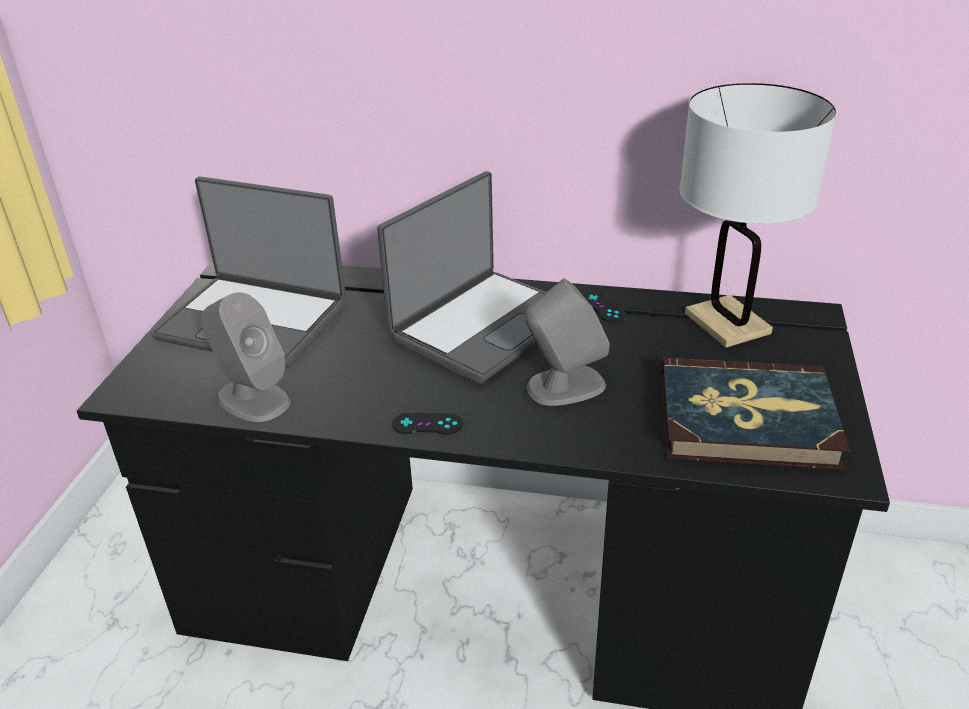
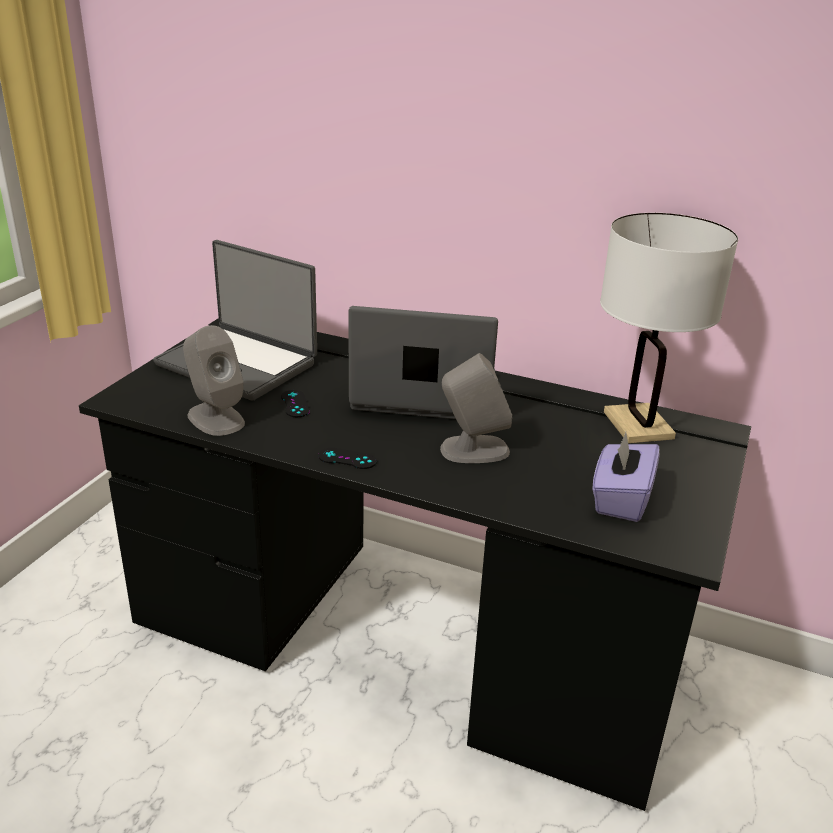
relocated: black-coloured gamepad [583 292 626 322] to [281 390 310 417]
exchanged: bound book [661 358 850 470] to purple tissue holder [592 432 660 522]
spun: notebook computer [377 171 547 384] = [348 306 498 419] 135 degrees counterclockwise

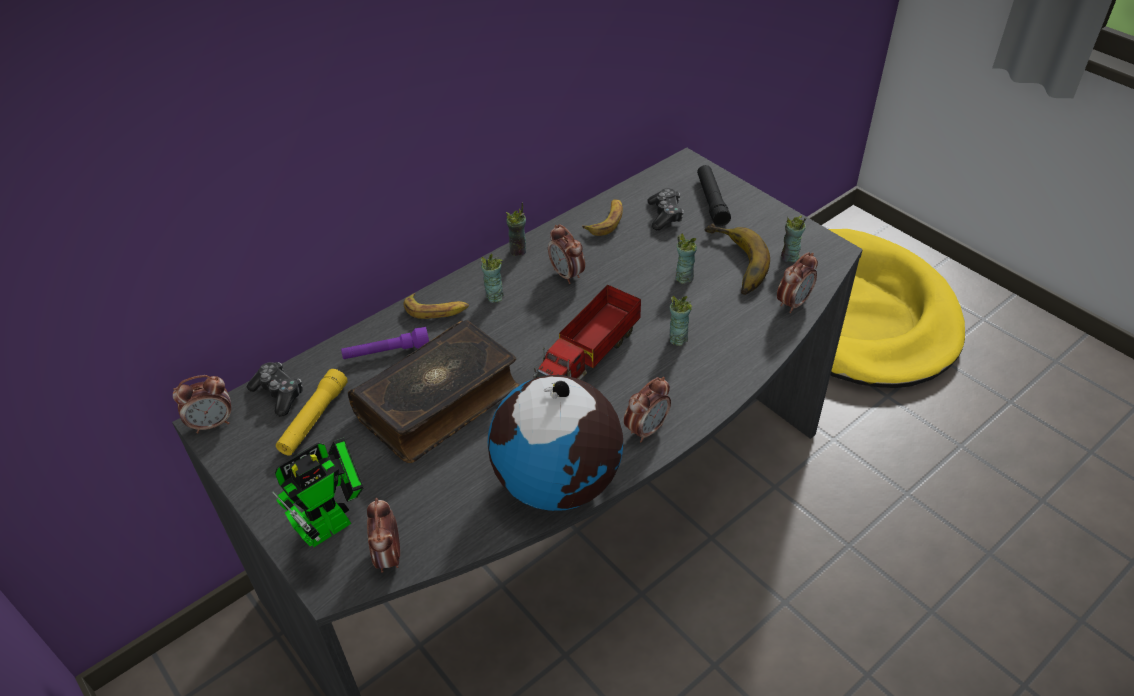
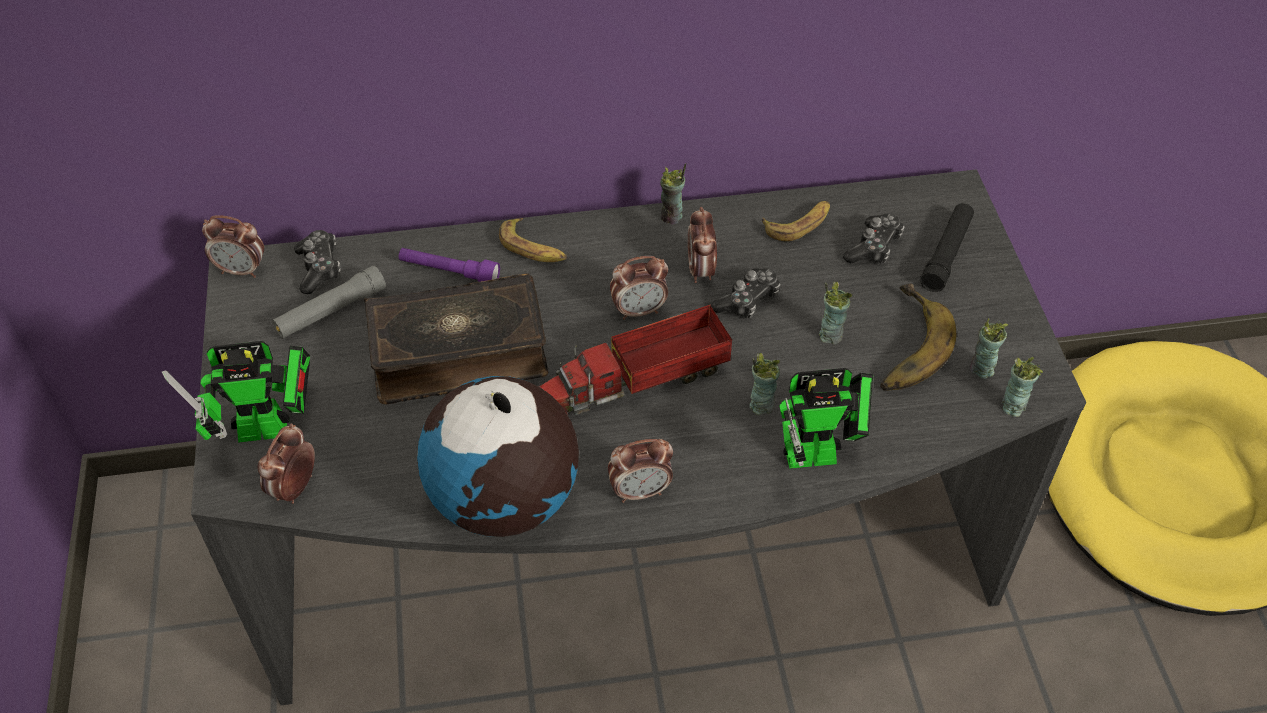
appeared: gamepad [711 268 781 318]; toy robot [779 368 873 469]
relocated: table clock [777 252 818 313] to [610 256 668 320]; cup [481 254 504 303] to [1002 357 1043 417]
colour: yellow-coloured torch [276 369 348 455] to greyish torch [272 266 386 338]

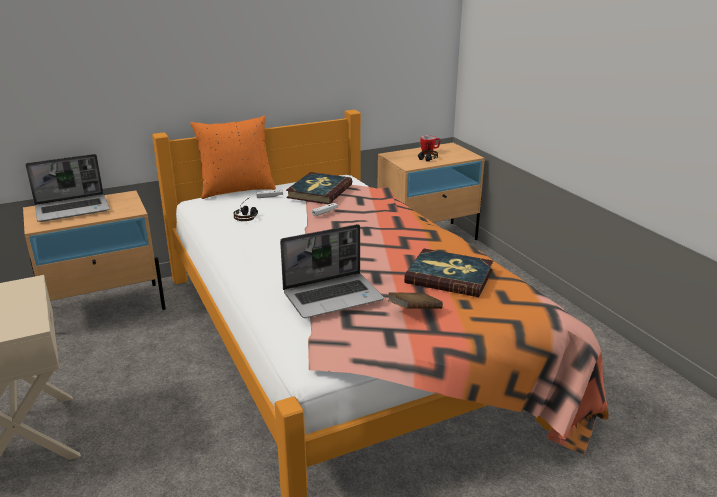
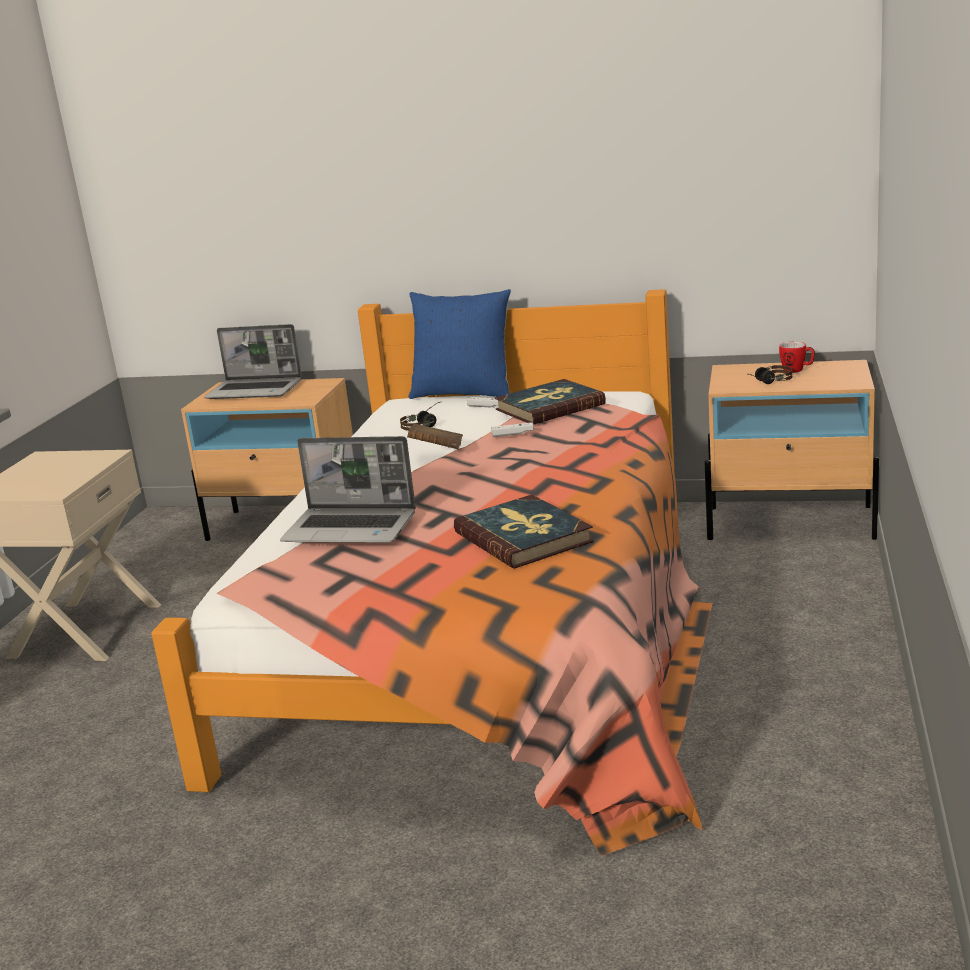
relocated: brownish bound book [388 292 443 309] to [407 423 463 449]
colour: orange throw pillow [190 115 276 199] to blue throw pillow [408 289 511 399]

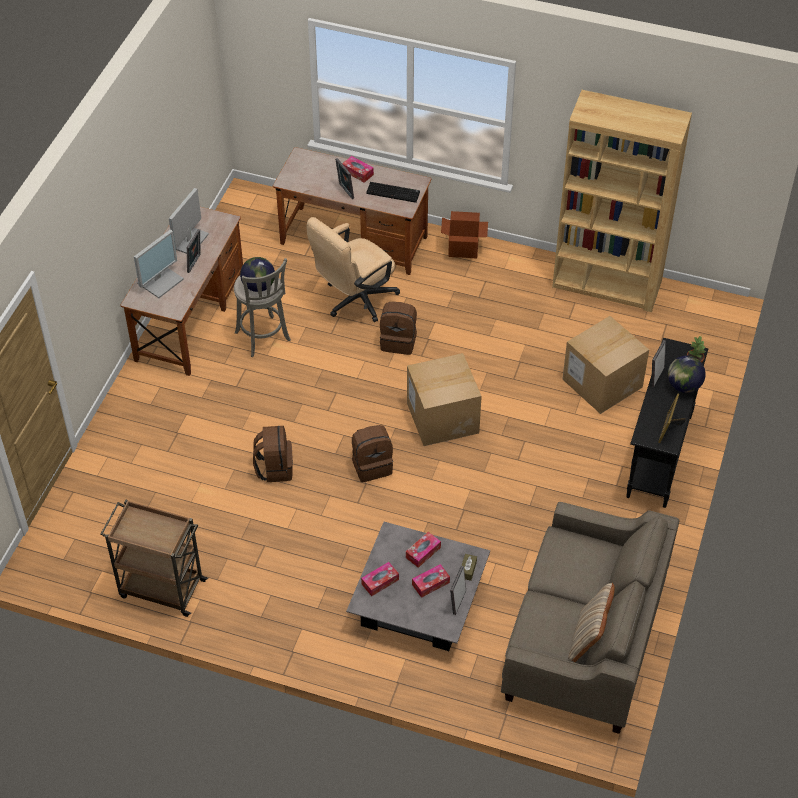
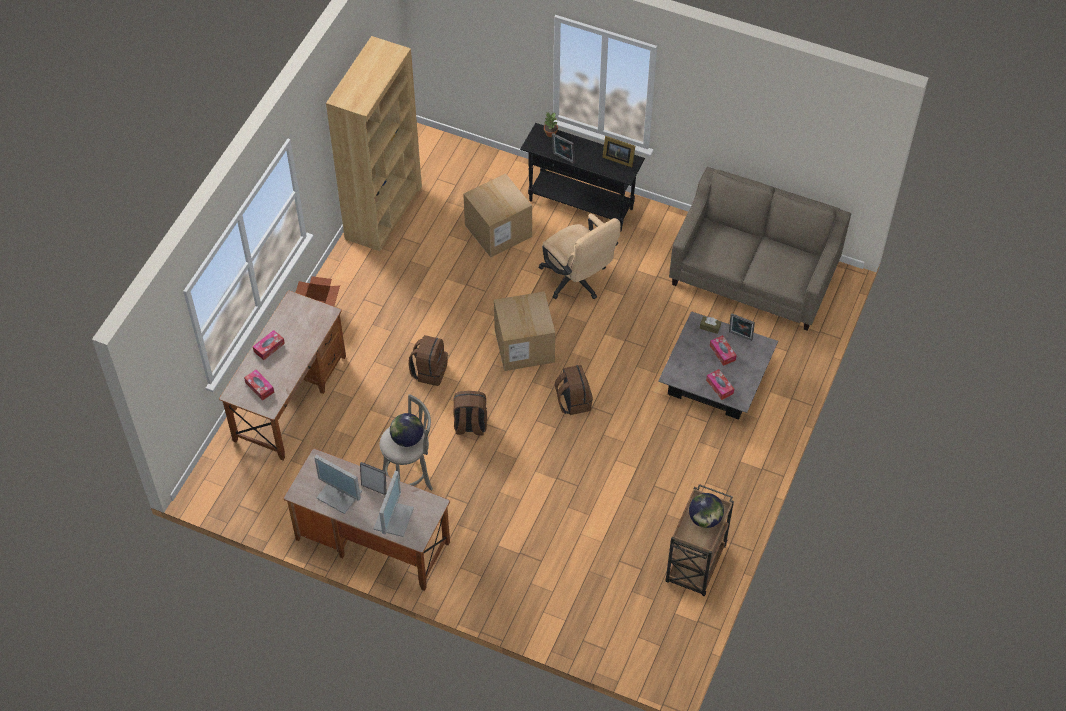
missing: standing frame [335 158 354 199]; computer keyboard [366 182 420 203]; sand-coloured throw pillow [568 583 615 662]
relocated: sand-coloured office chair [306 217 400 322] to [539 214 621 299]; world globe [668 356 706 393] to [689 493 724 528]; brownish rucksack [253 426 293 482] to [453 391 487 436]; tissue holder [406 532 441 568] to [244 370 274 401]
spun: computer display [134 229 184 298] = [374 471 414 537] 60 degrees clockwise

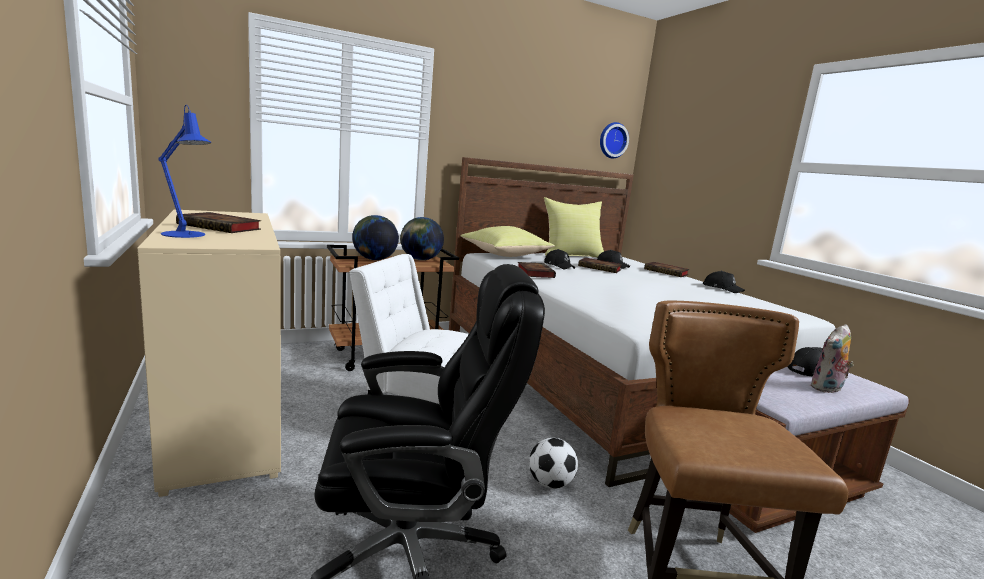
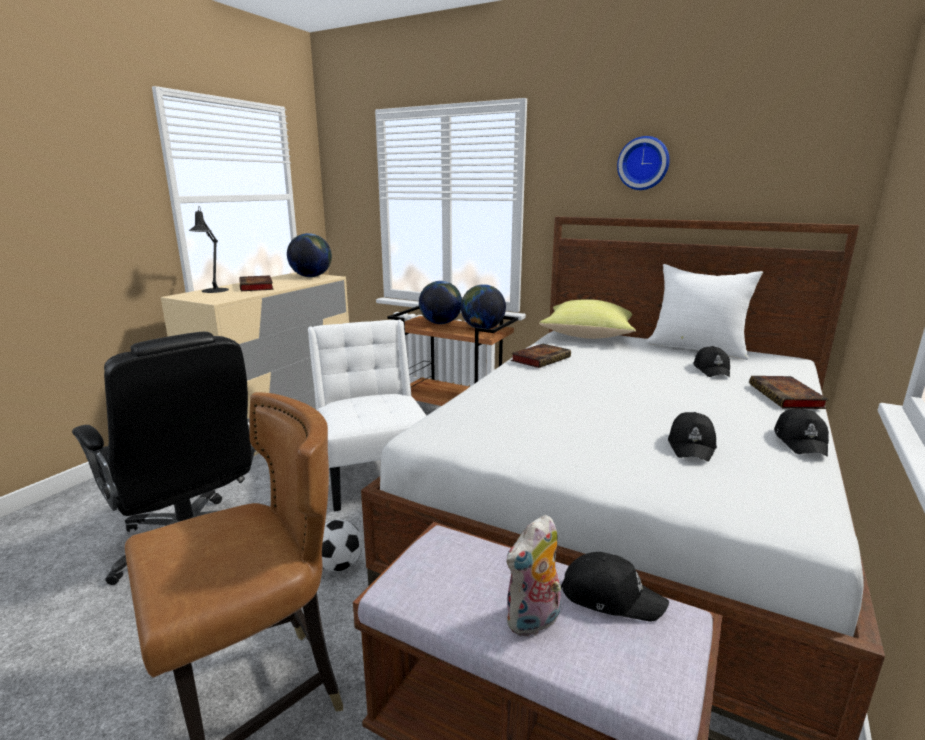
missing: bound book [578 258 622 273]
appeared: world globe [287 233 332 277]
relocated: clock on the wall [600 122 629 158] to [617 136 670 190]; black-coloured baseball cap [544 249 575 269] to [668 412 717 462]
colour: blue tabletop lamp [158 105 211 238] to black-coloured tabletop lamp [189 206 229 293]; yellow-coloured throw pillow [544 197 604 258] to white-coloured throw pillow [646 264 763 360]
spun: cuddly toy [810 324 854 393] = [506 515 561 636] 60 degrees counterclockwise

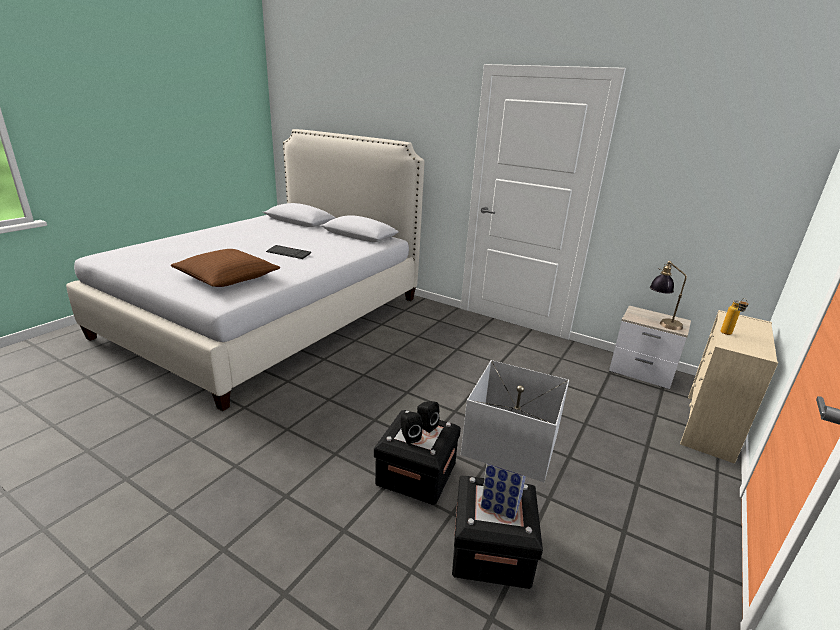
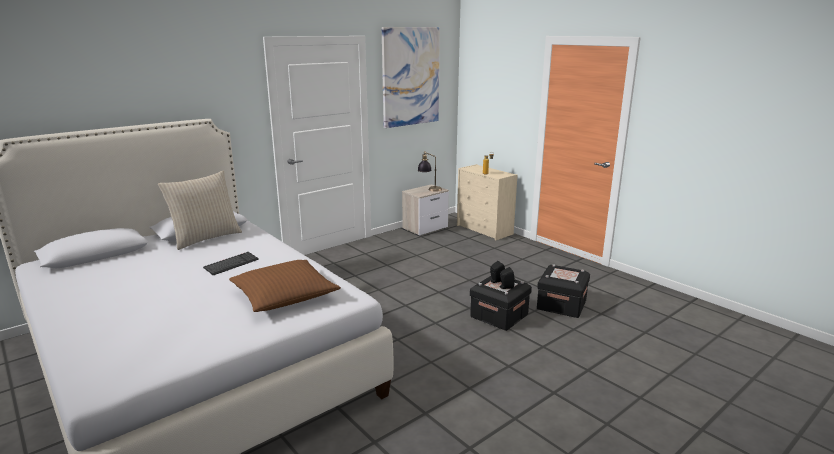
missing: white-coloured tabletop lamp [461 360 569 520]
appeared: wall art [382 27 440 128]; sand-coloured throw pillow [158 170 242 250]

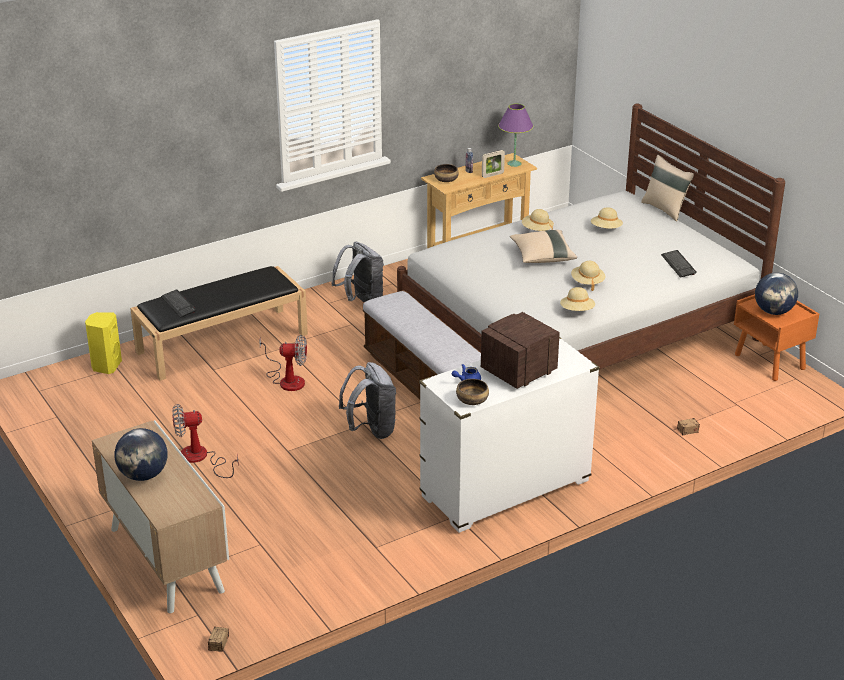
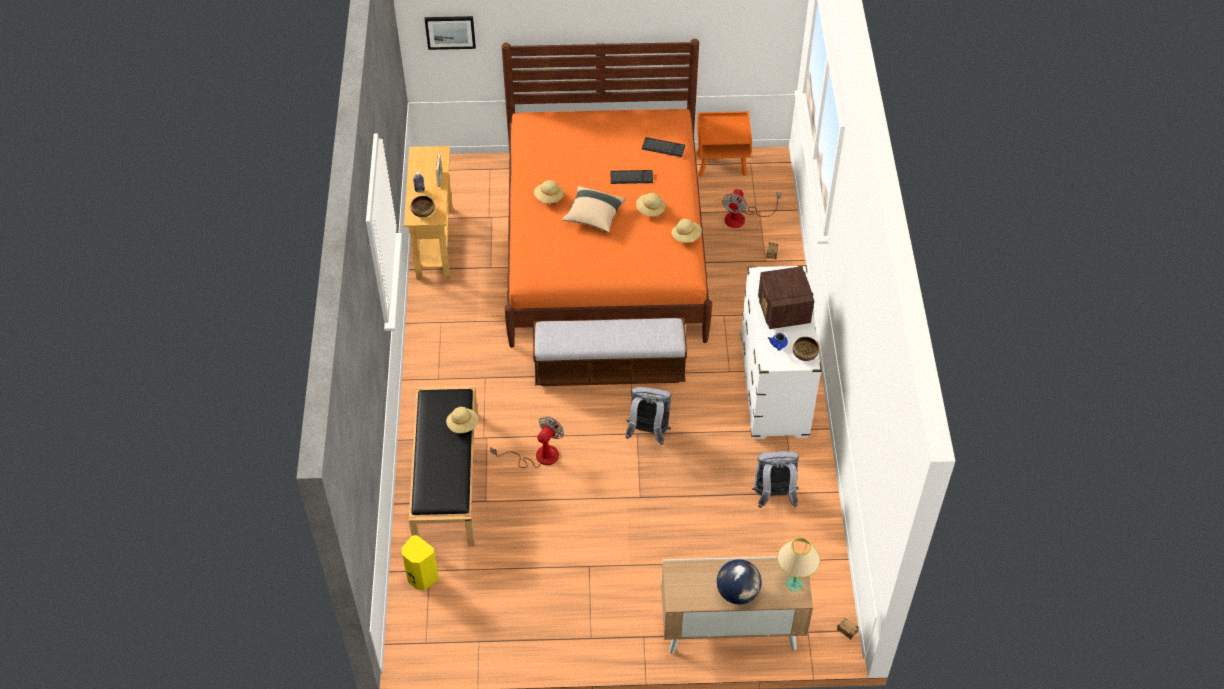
missing: purple tabletop lamp [498 104 533 167]; sand-coloured throw pillow [641 155 694 222]; world globe [755 273 798 315]
appeared: wall art [425 16 476 50]; sand-coloured tabletop lamp [778 538 820 591]
relocated: sand-coloured clothing hat [591 207 623 229] to [446 407 479 433]; greyish rucksack [331 242 384 302] to [752 451 799 508]; computer keyboard [161 289 196 318] to [610 170 653 184]; cooling fan [172 404 239 478] to [722 189 782 228]
colour: white-coloured bed [397 104 785 370] to orange bed [502 39 712 348]

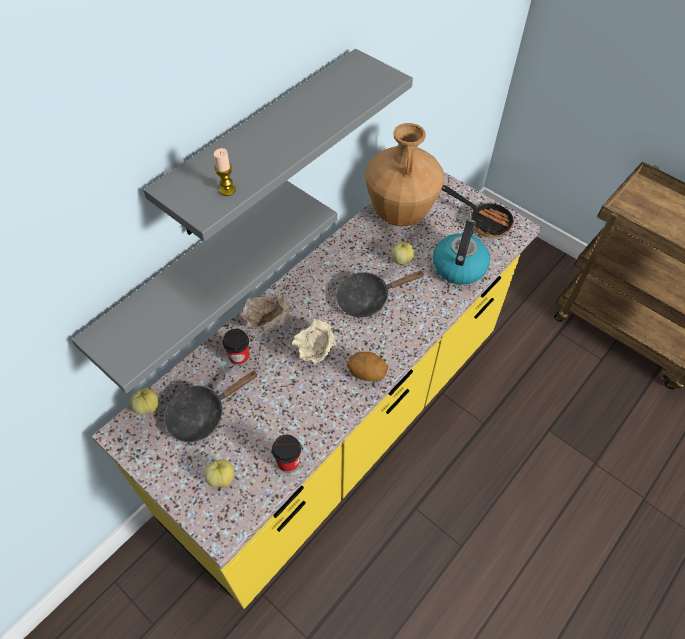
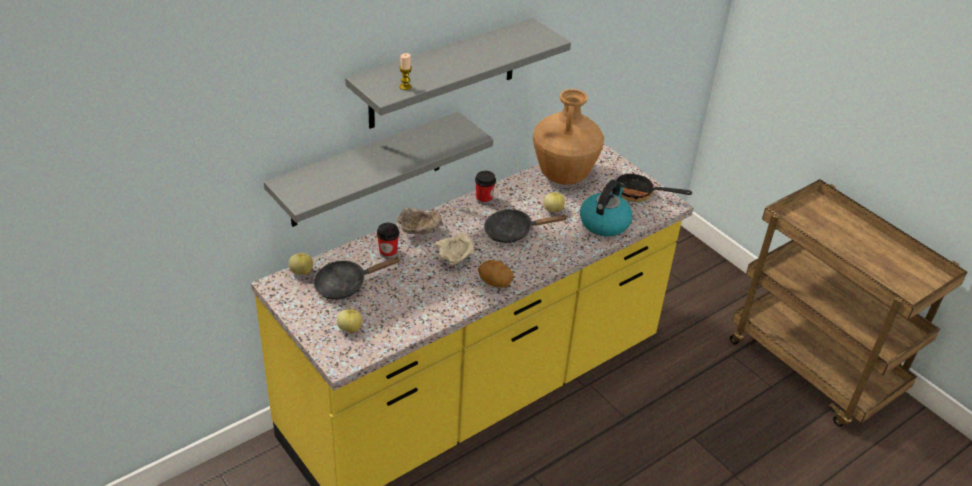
relocated: cup [272 435 301 473] to [475 171 496 204]
spun: pan [442 185 517 238] = [616 173 692 202] 150 degrees clockwise

